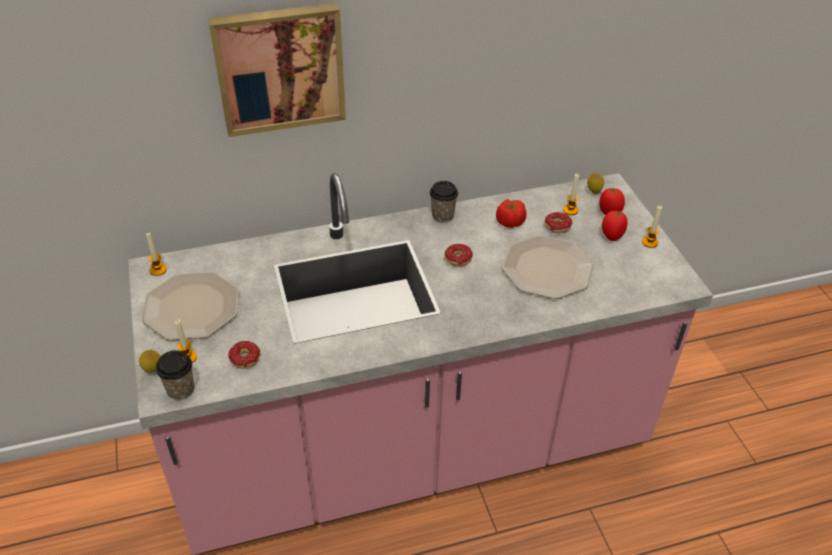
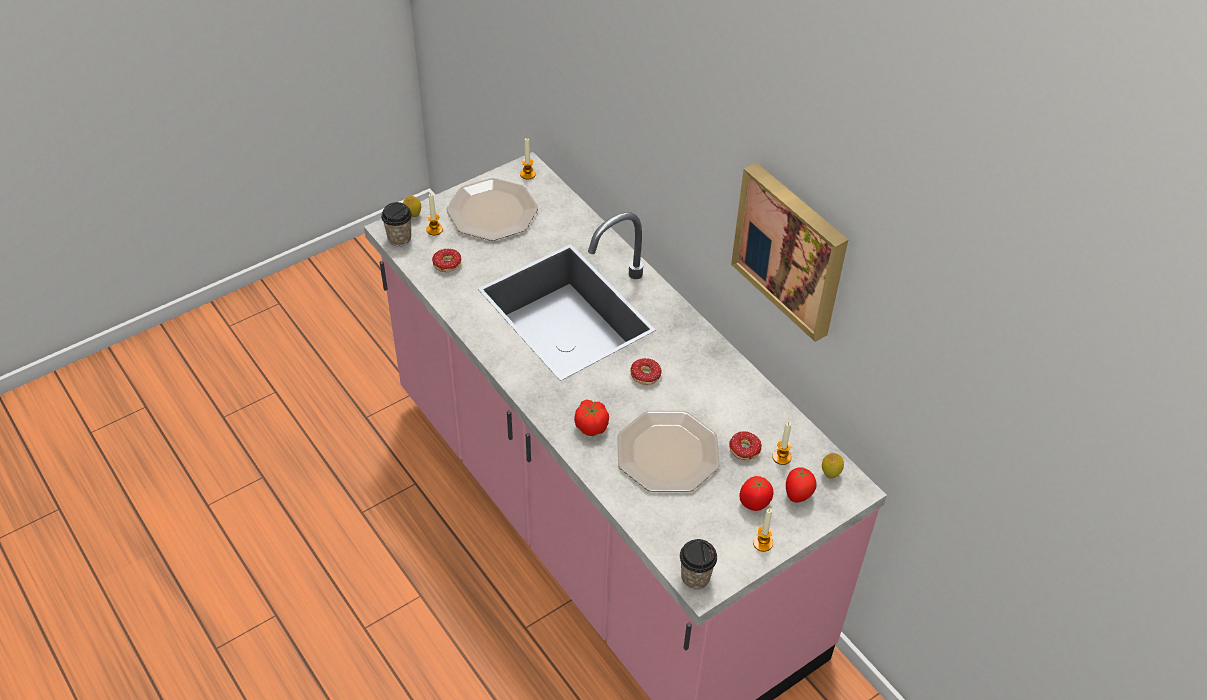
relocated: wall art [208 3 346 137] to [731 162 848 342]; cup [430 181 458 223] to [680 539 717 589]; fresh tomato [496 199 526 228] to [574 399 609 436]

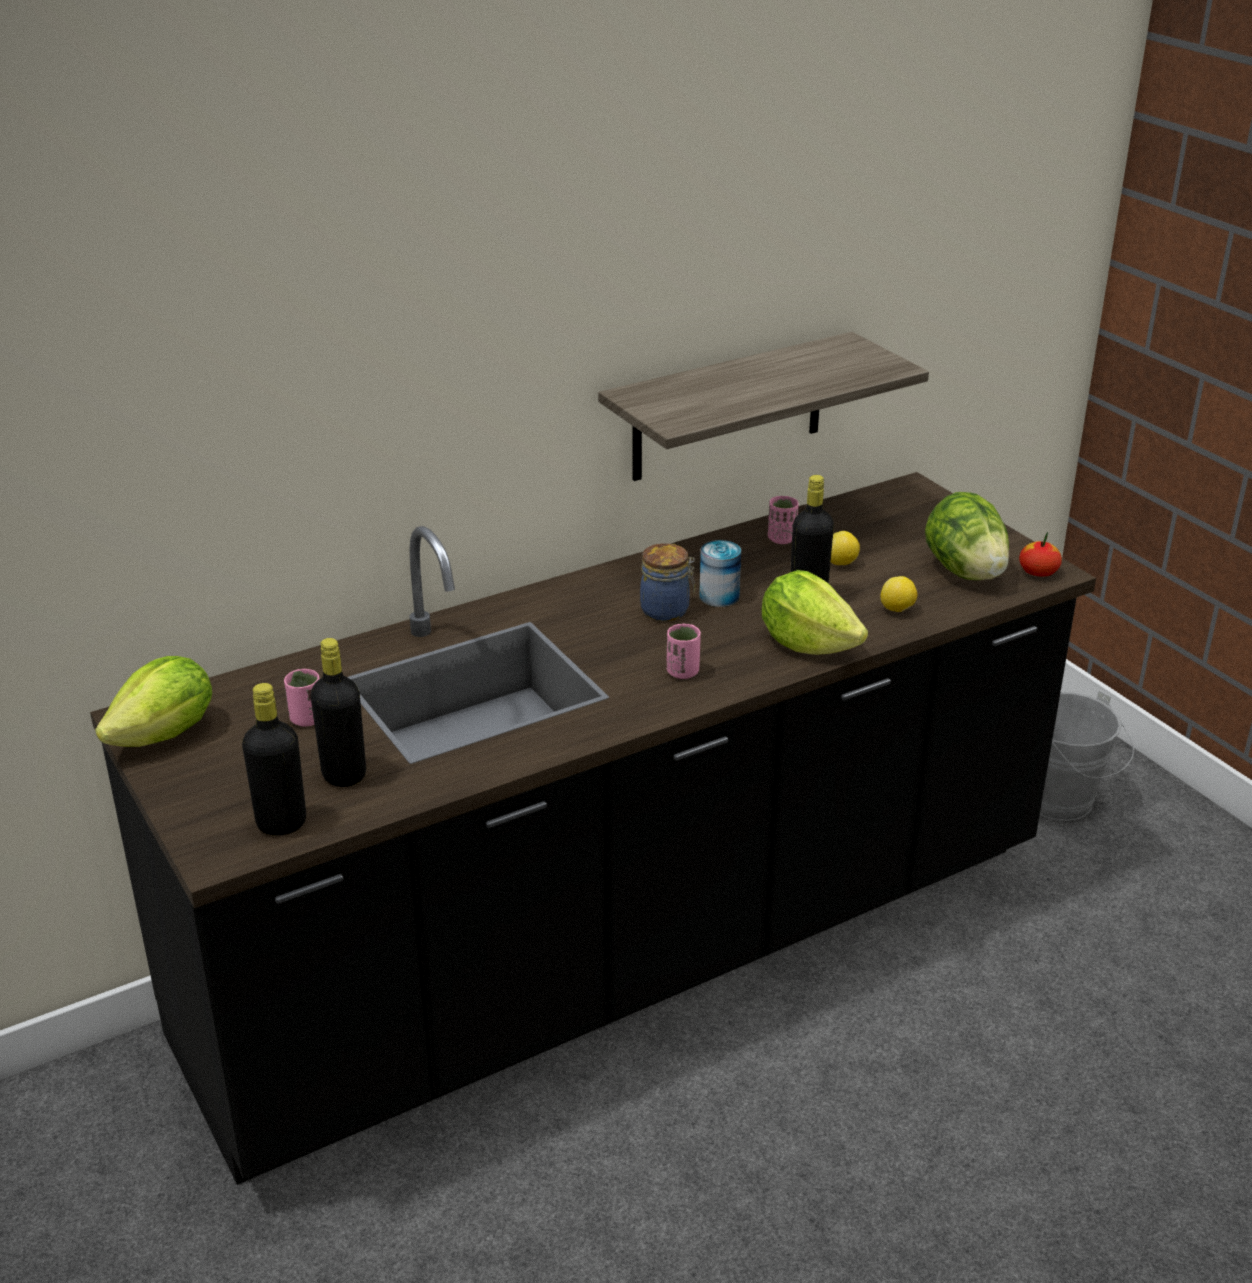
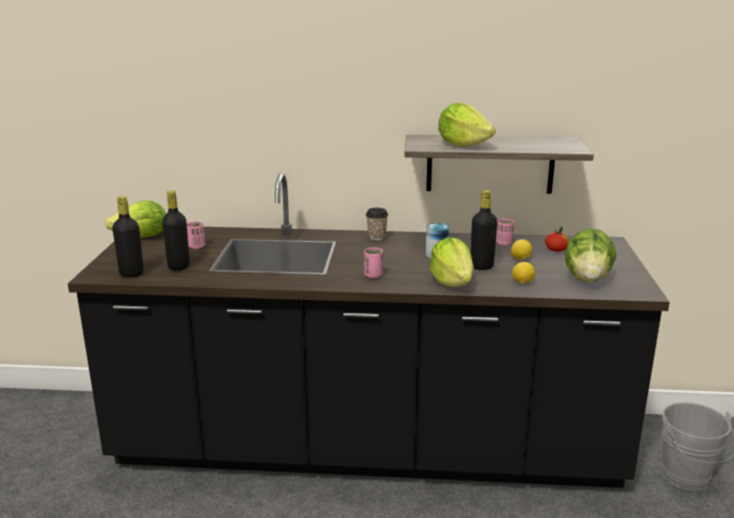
missing: storage jar [640 543 695 621]
appeared: head of lettuce [438 103 496 147]; cup [366 208 388 240]
relocated: apple fruit [1019 532 1062 576] to [545 227 569 252]

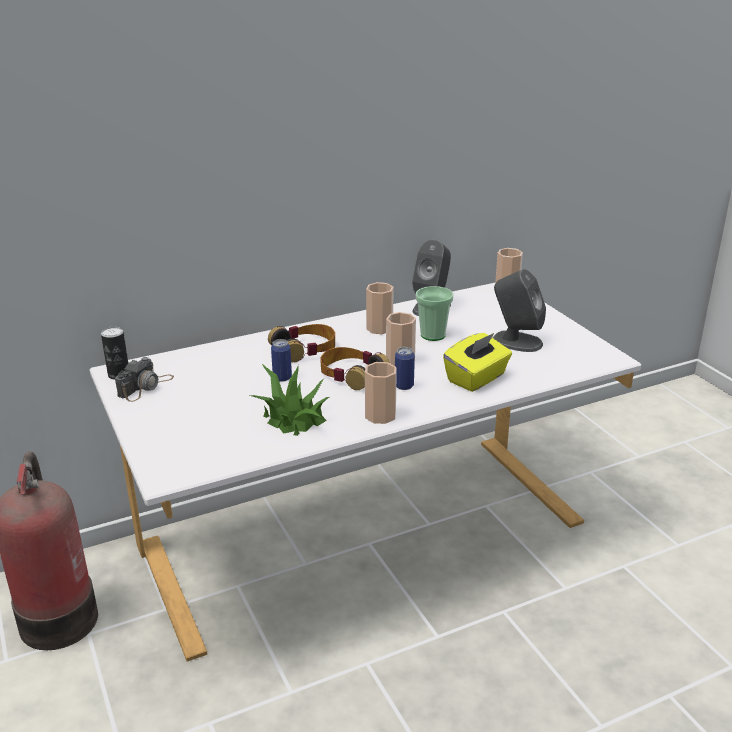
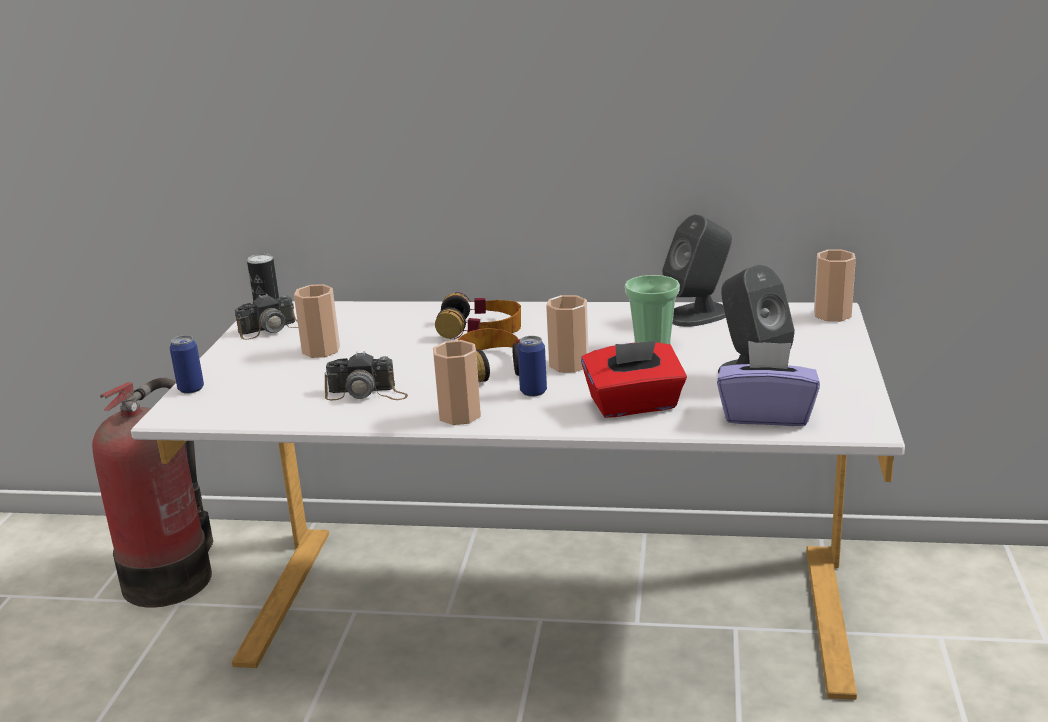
appeared: purple tissue holder [717 341 820 426]
relocated: cup [366 282 393 334] to [294 284 340 358]; can [271 339 292 382] to [170 335 204 394]
exchanged: houseplant [250 364 329 436] to photo camera [325 351 408 401]
colour: yellow-coloured tissue holder [443 333 512 392] to reddish tissue holder [581 341 687 418]

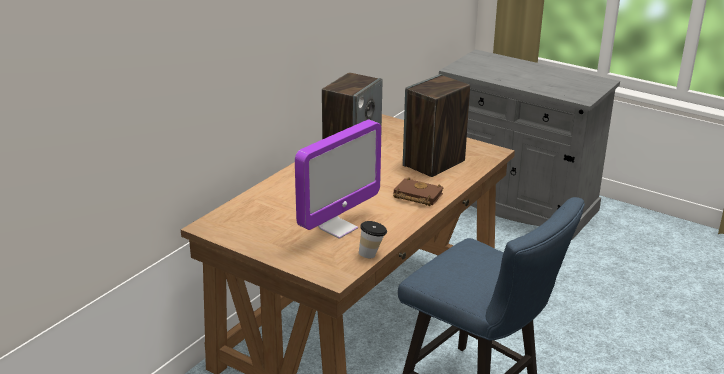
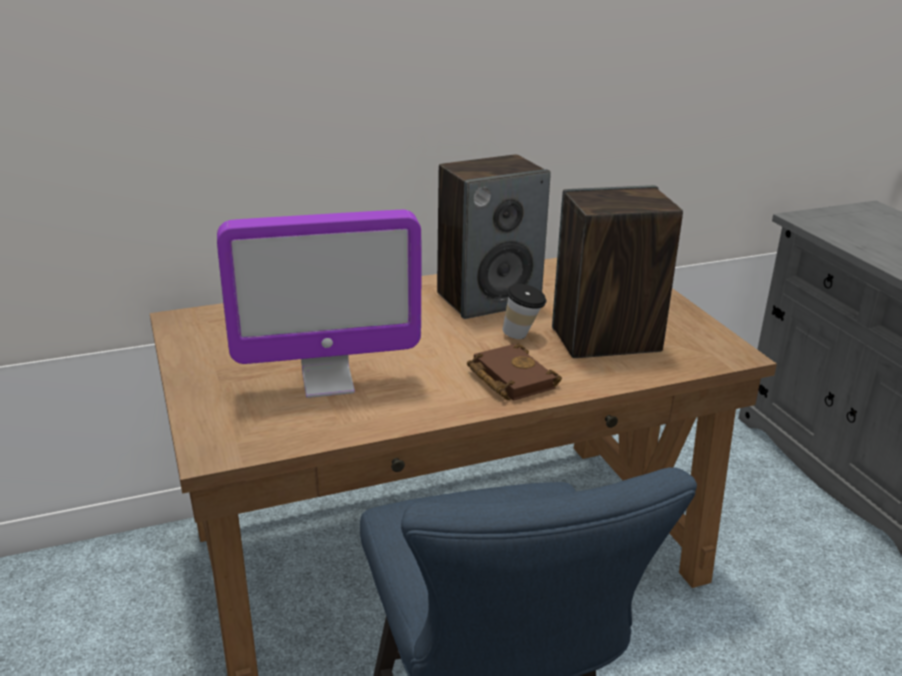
relocated: cup [359 221 387 258] to [503 284 546 339]

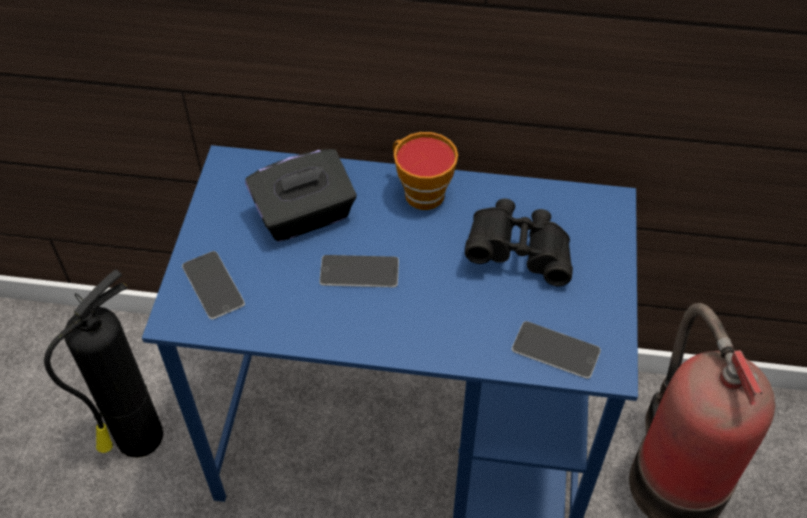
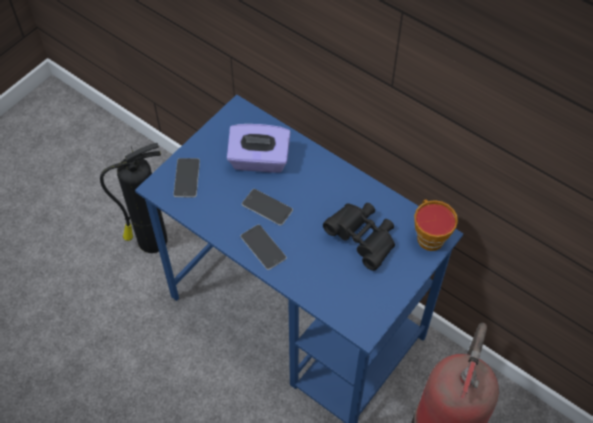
relocated: cup [393 132 458 210] to [414 199 458 251]; telephone [512 321 601 379] to [240 224 287 270]
colour: black-coloured tissue holder [245 149 357 242] to purple tissue holder [227 124 290 173]

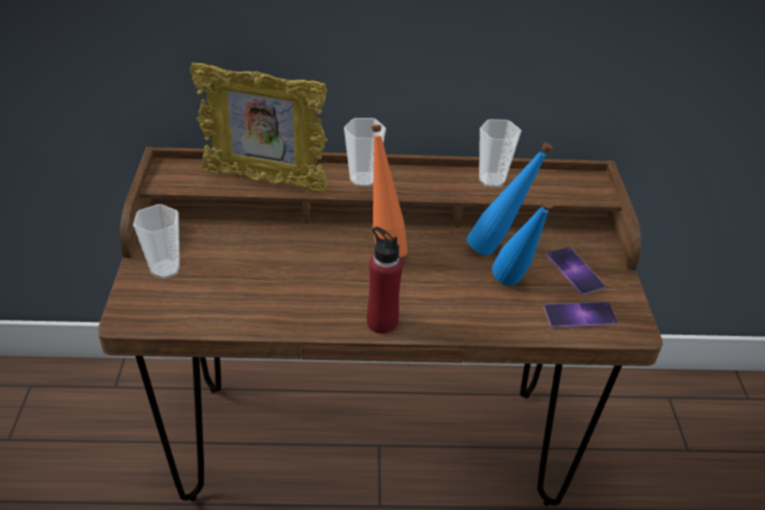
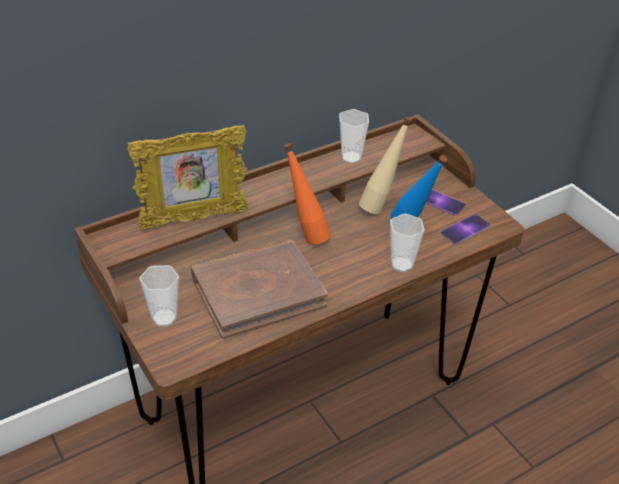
missing: reddish drink bottle [367 227 403 334]
appeared: brownish bound book [191 239 328 339]
relocated: cup [344 118 386 187] to [390 214 425 273]
colour: blue drink bottle [467 142 553 256] to sand-coloured drink bottle [359 117 412 214]

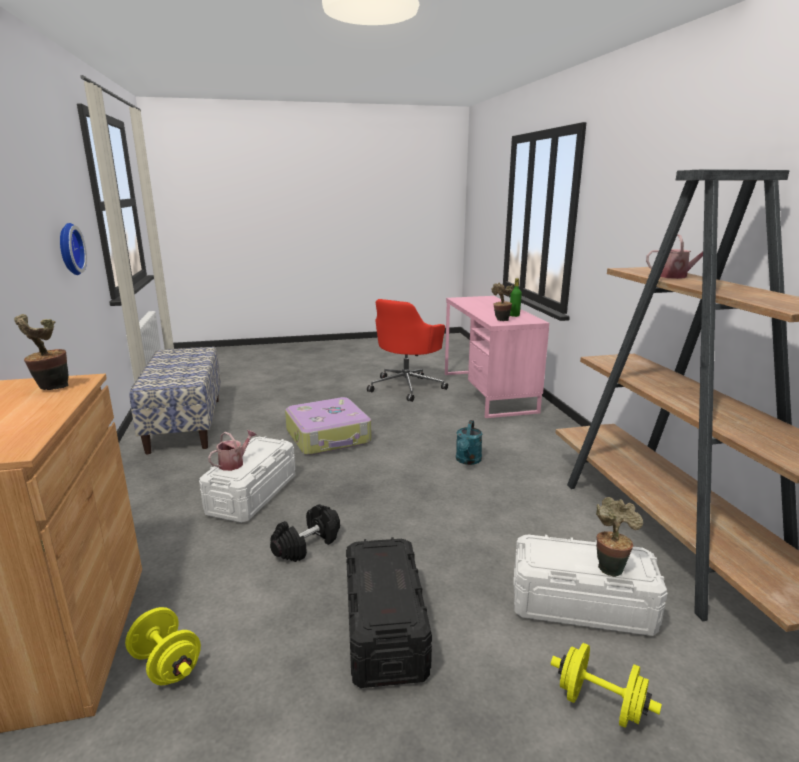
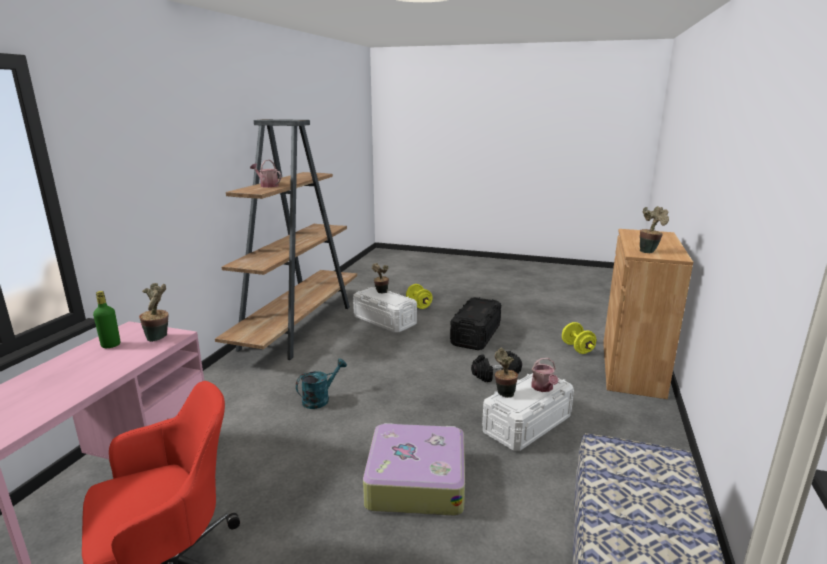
missing: clock on the wall [60 223 87 275]
appeared: houseplant [495 348 518 398]
spun: sprinkling can [208 430 257 471] = [531 358 559 392] 75 degrees counterclockwise

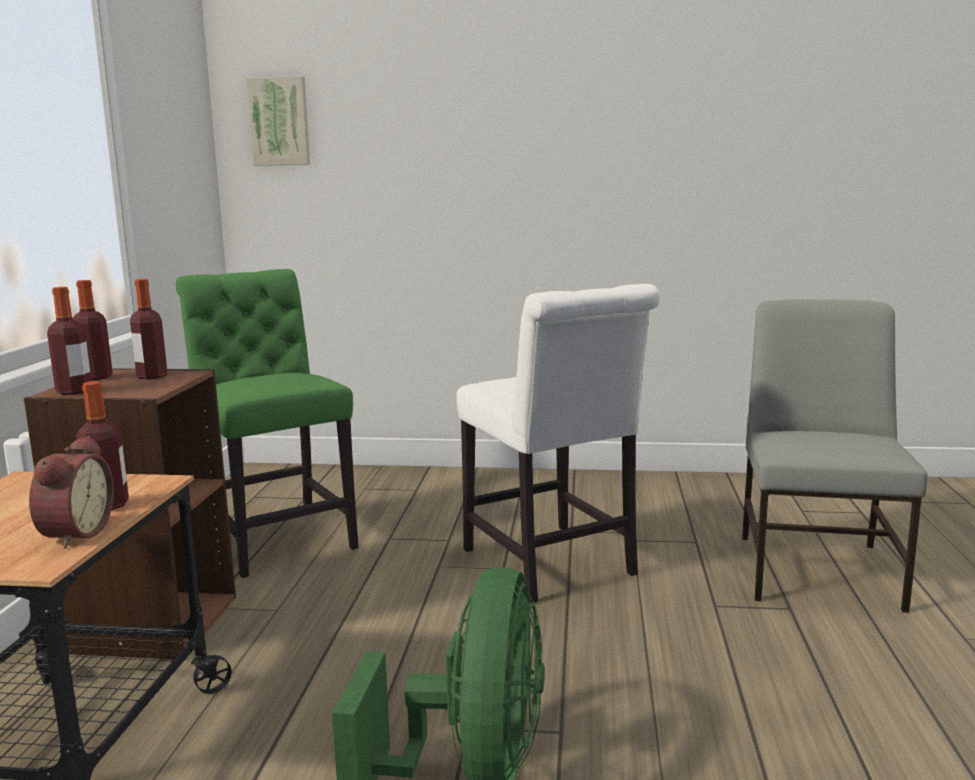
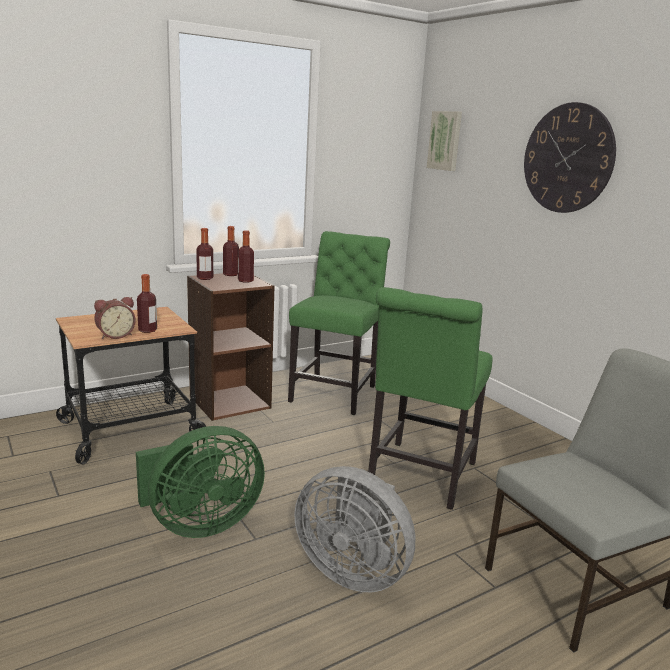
appeared: clock on the wall [524 102 616 213]; greyish cooling fan [294 466 415 592]
colour: white-coloured chair [457 284 660 603] to greenish chair [368 287 493 510]

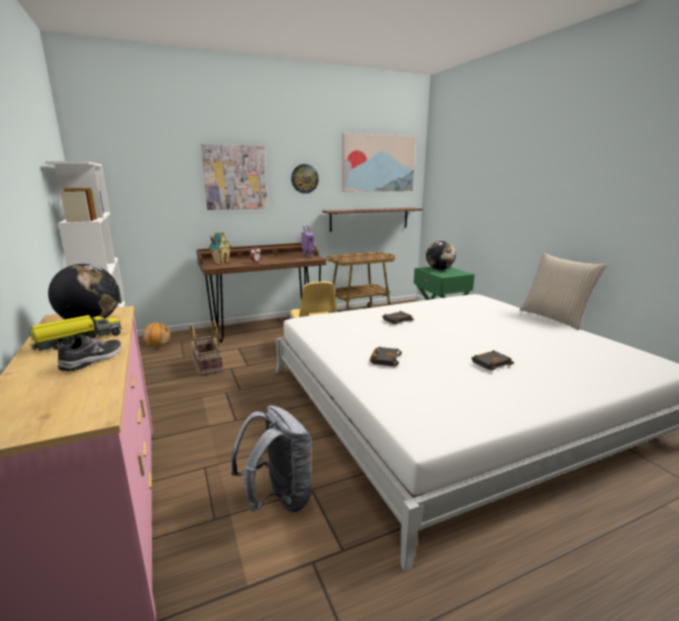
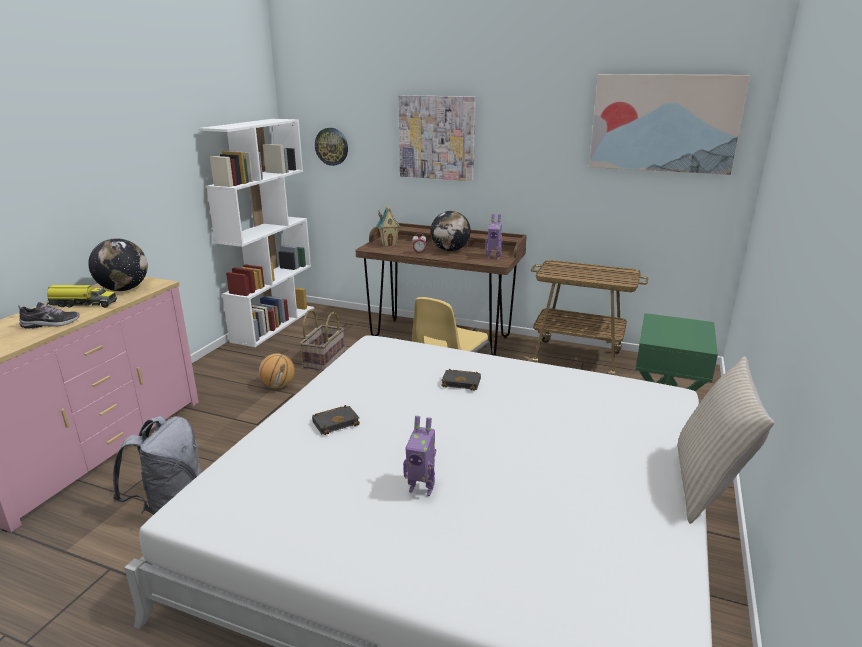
missing: shelf [322 207 423 232]
relocated: clock on the wall [291 164 319 194] to [315 128 348 166]; world globe [426 241 456 270] to [431 211 471 251]; basketball ball [143 323 170 348] to [259 353 295 388]
exchanged: black-coloured bound book [471 350 514 371] to toy robot [403 416 436 496]

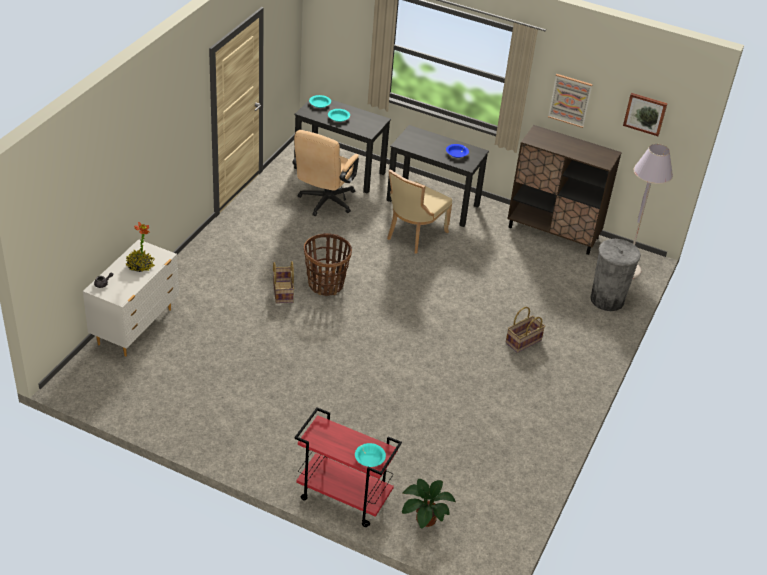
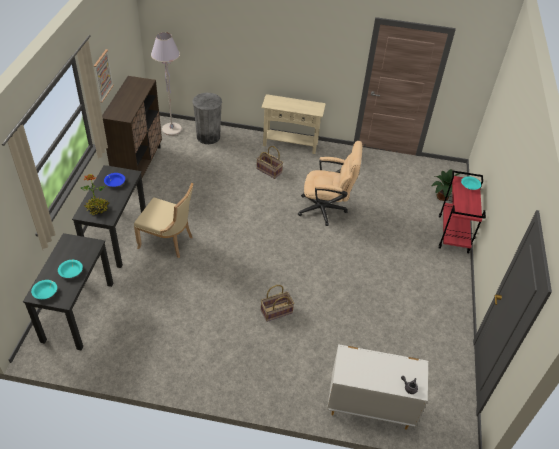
missing: wall art [623 93 668 136]; storage basket [304 233 352 296]
appeared: sand-coloured console table [261 94 326 154]
relocated: sand-coloured office chair [292 130 359 216] to [298 141 362 226]; houseplant [126 222 155 272] to [81 174 109 215]

